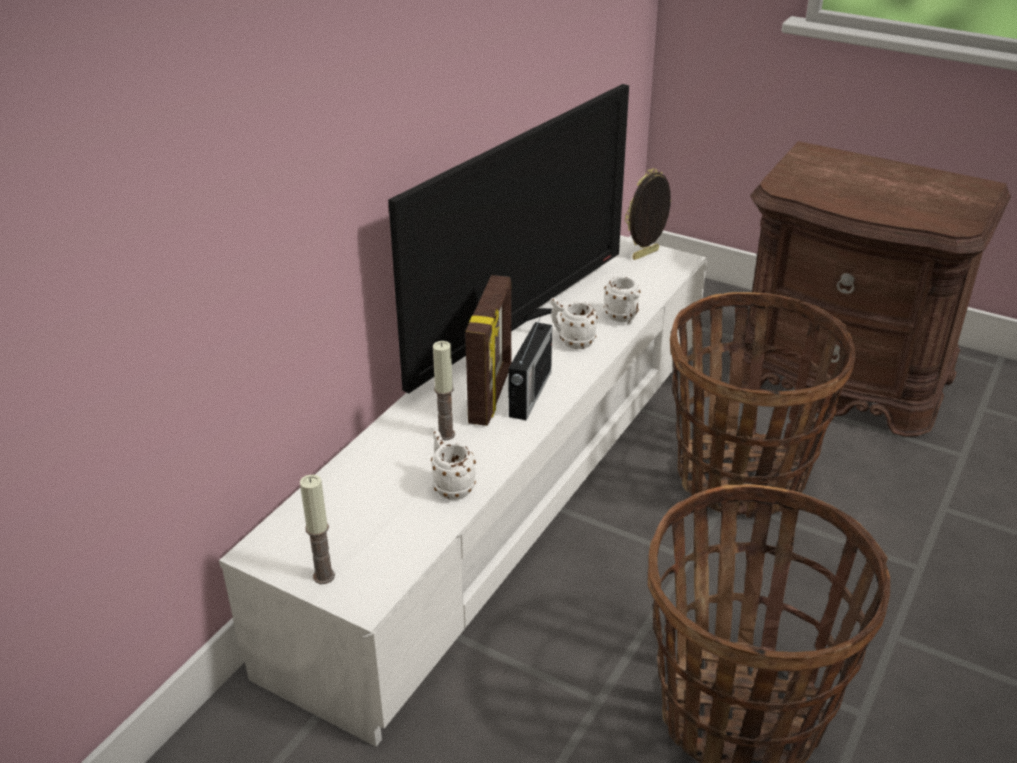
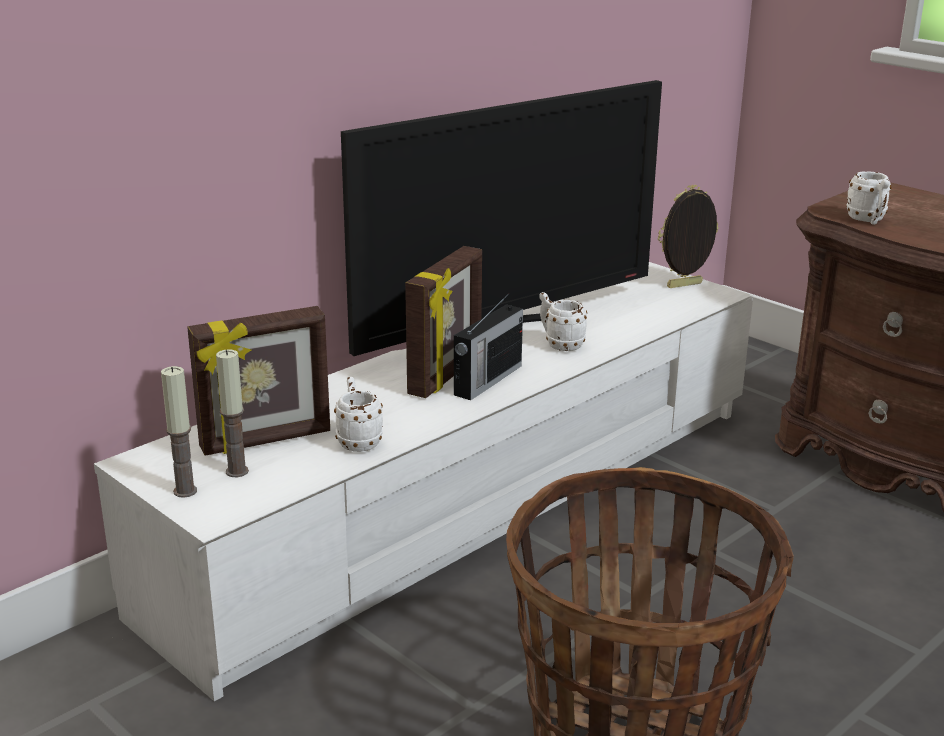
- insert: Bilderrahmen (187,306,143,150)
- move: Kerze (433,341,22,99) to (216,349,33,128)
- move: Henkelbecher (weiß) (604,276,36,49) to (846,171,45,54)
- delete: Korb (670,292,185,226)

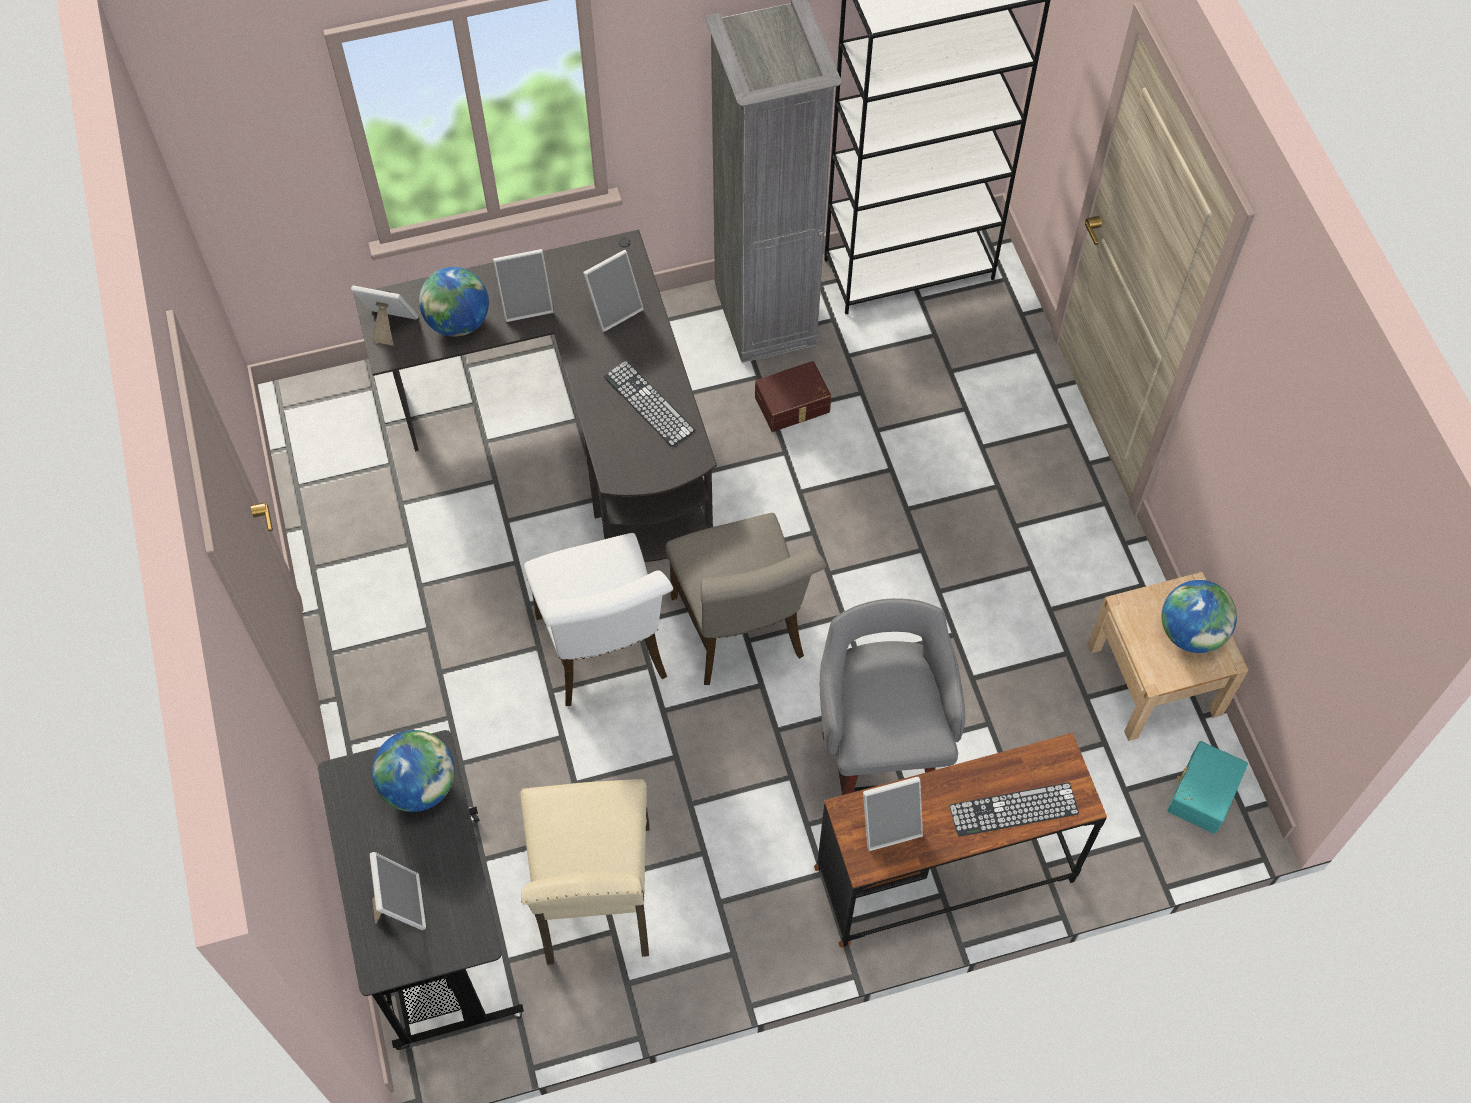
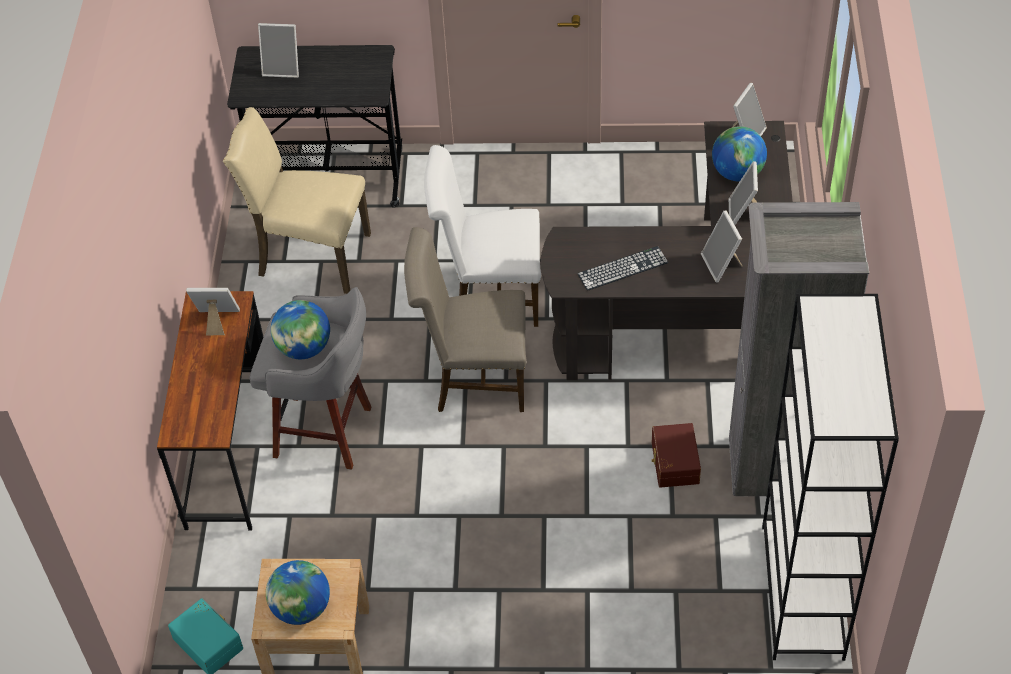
- rotate: Bilderrahmen (863,777,60,74) = (186,288,54,47) 90 degrees clockwise
- move: Globus (372,730,83,82) to (271,300,59,59)
- delete: Tastatur (949,782,130,55)

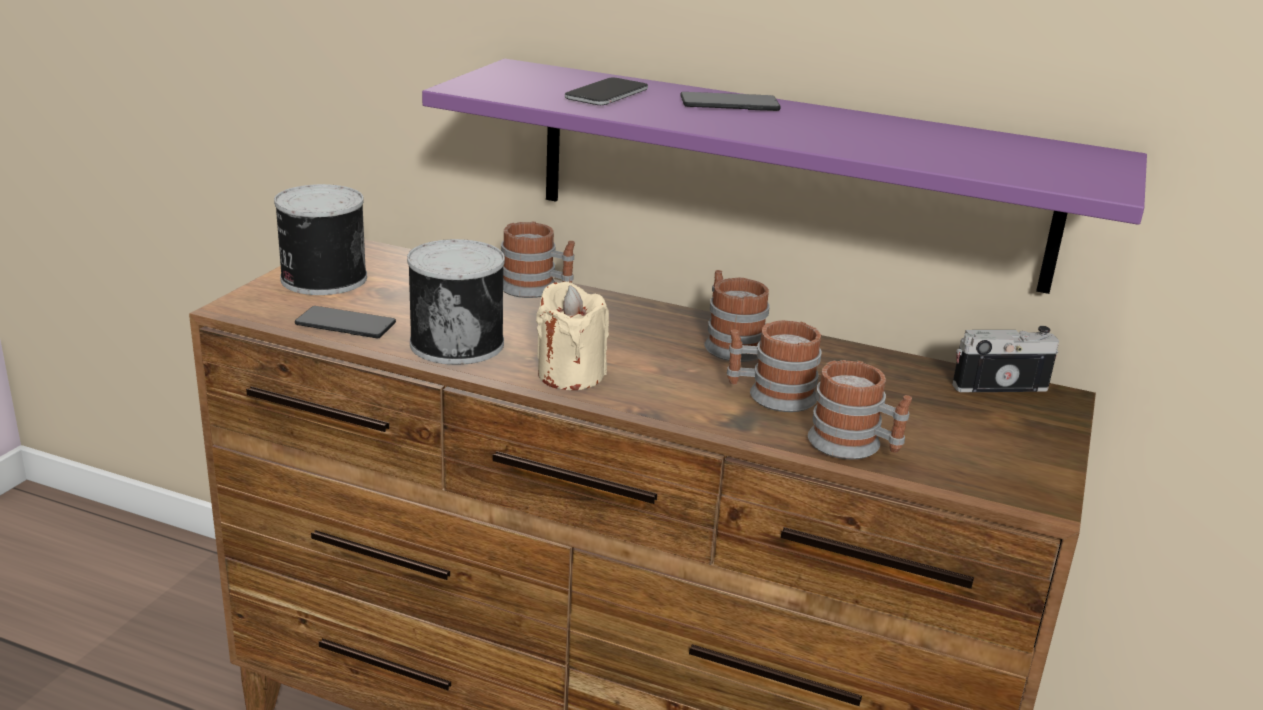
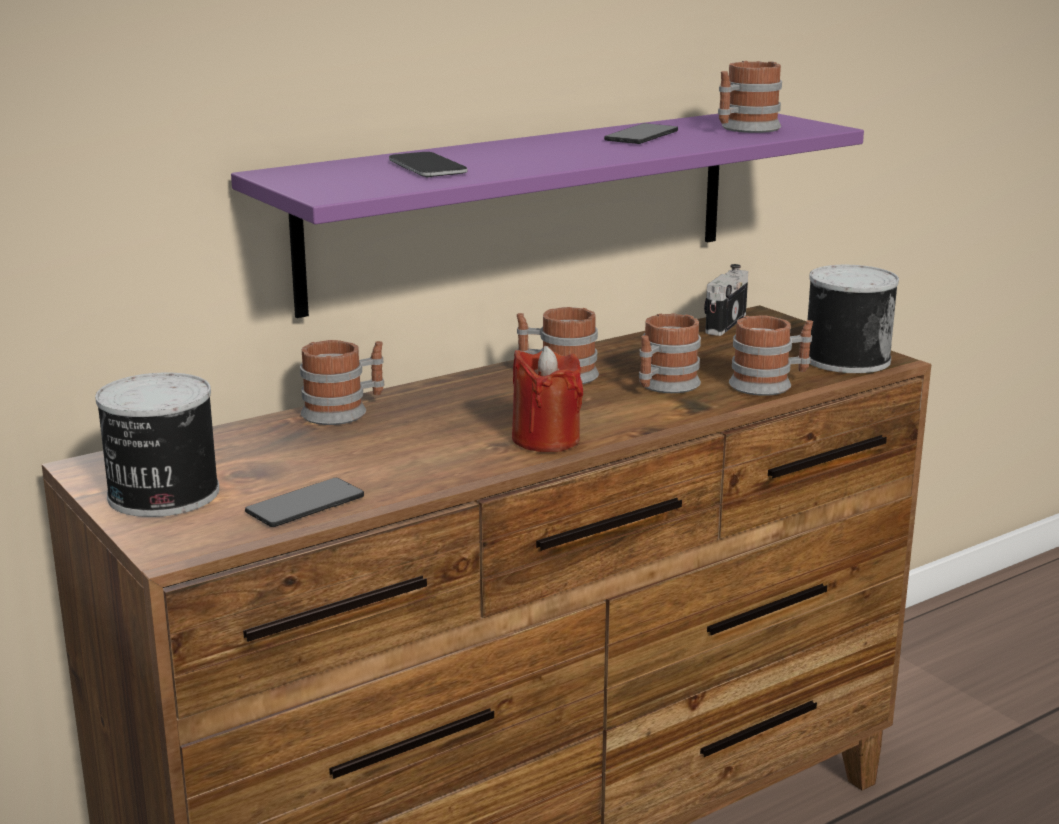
- recolor: Kerze (beige) (536,282,73,108) to Kerze (rot) (512,346,71,106)
- move: Handy (680,92,101,19) to (604,123,74,21)
- insert: Henkelbecher (718,61,64,72)
- move: Dose (407,239,98,126) to (808,265,91,108)

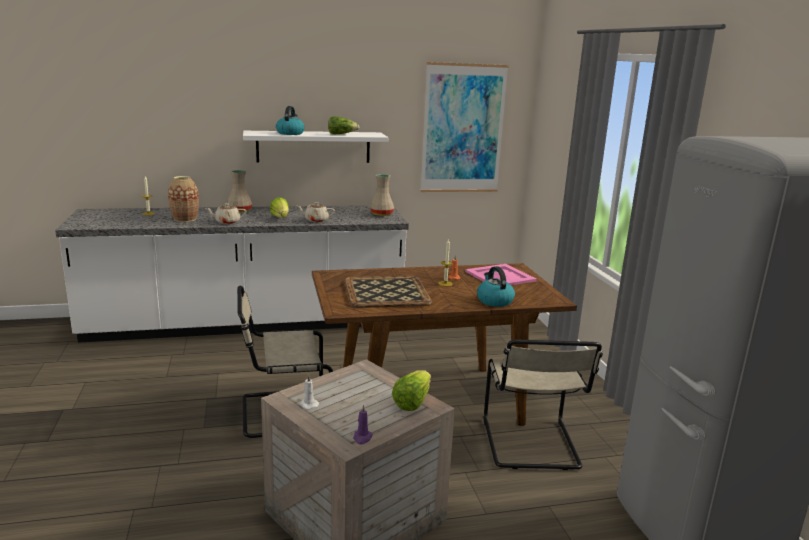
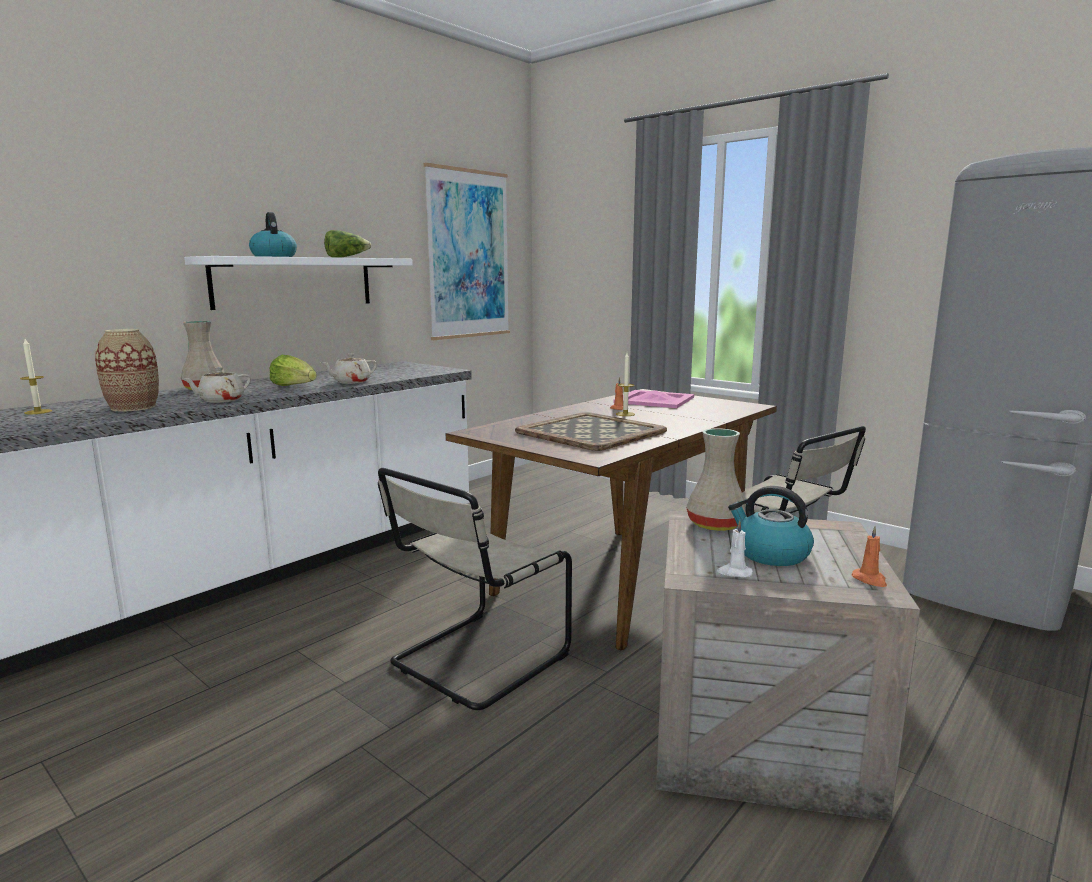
- move: Vase (beige) (370,174,24,42) to (686,428,60,103)
- move: Wasserkessel (477,266,38,41) to (728,486,86,80)
- recolor: Kerze (lila) (353,405,20,40) to Kerze (orange) (852,526,35,61)
- delete: Salatkopf (392,370,39,41)

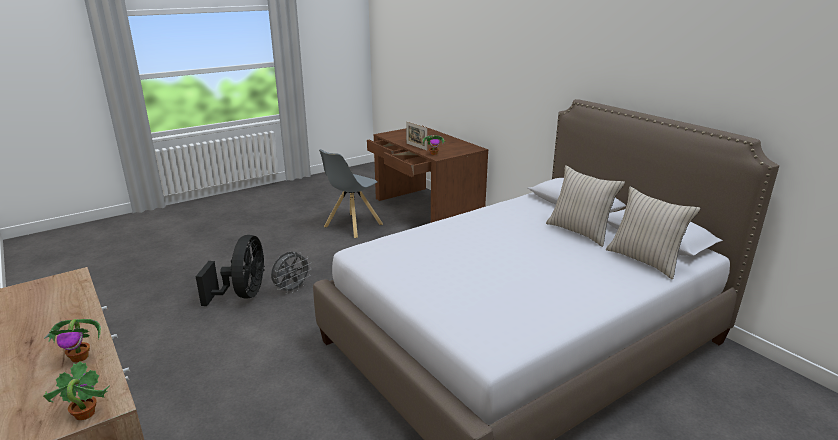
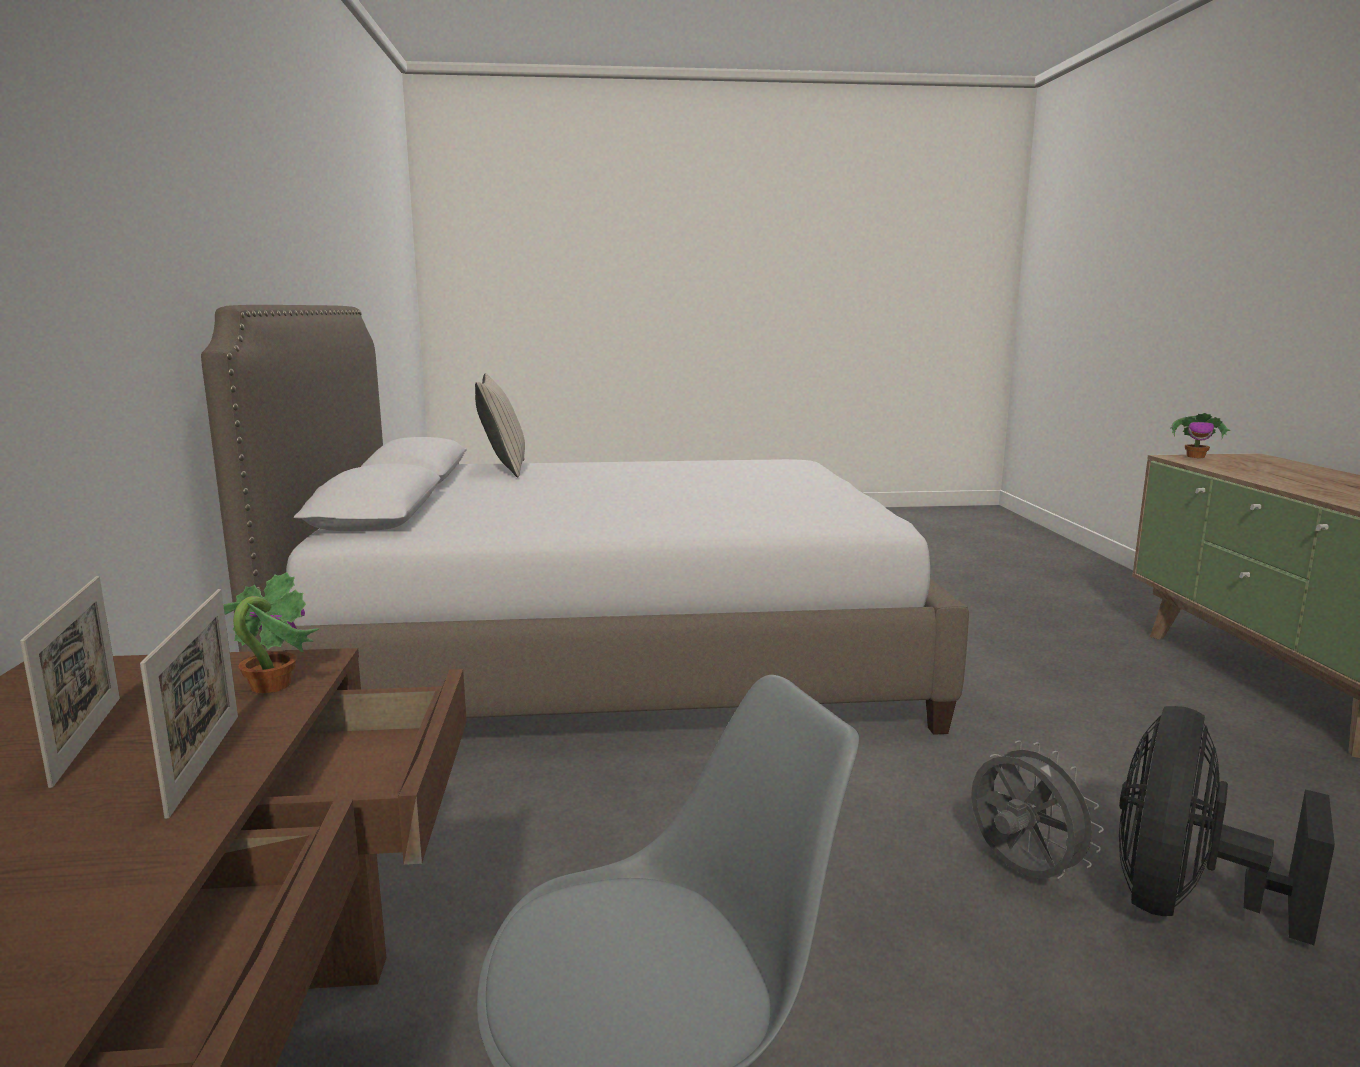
- insert: Bilderrahmen (20,576,100,212)
- rotate: Ventilator (grau) (271,252,41,42) = (971,740,133,139) 75 degrees clockwise
- delete: Topfpflanze (44,319,57,43)
- delete: Kissen (beige) (546,165,79,82)

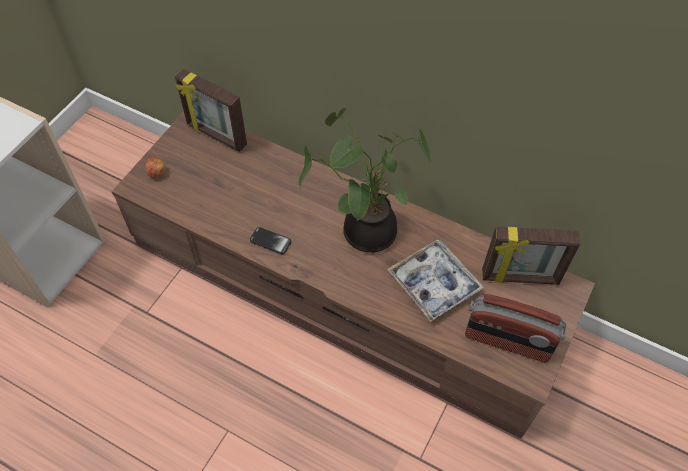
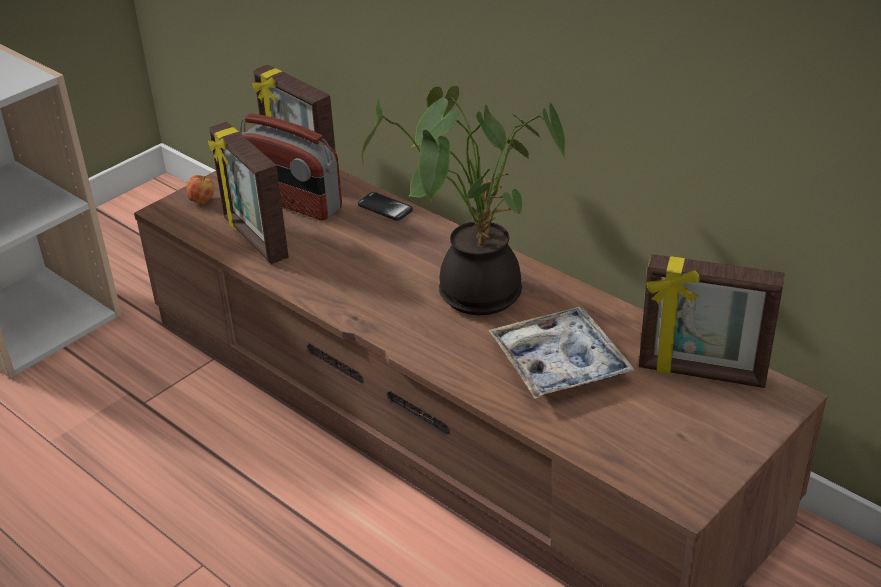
- insert: Bilderrahmen (208,122,81,142)
- move: Radio (465,294,102,69) to (240,113,102,107)
- move: Handy (250,227,41,27) to (358,192,55,29)

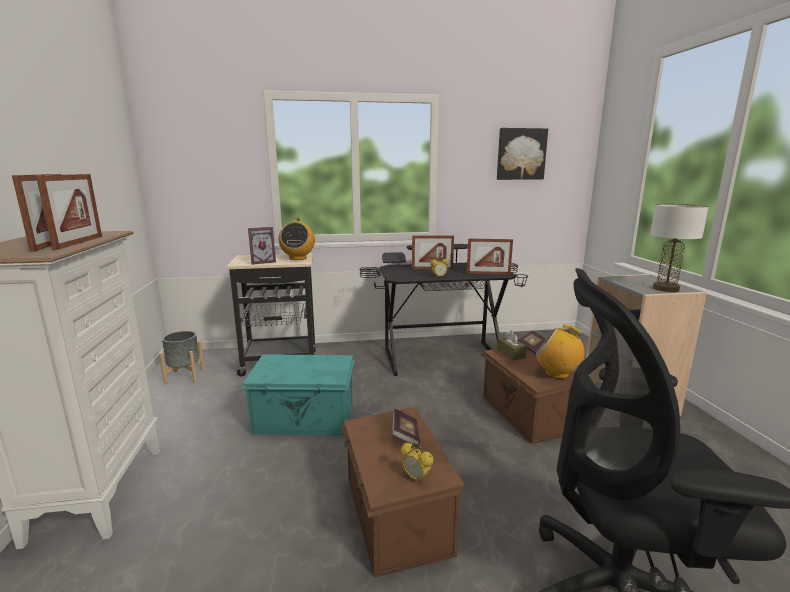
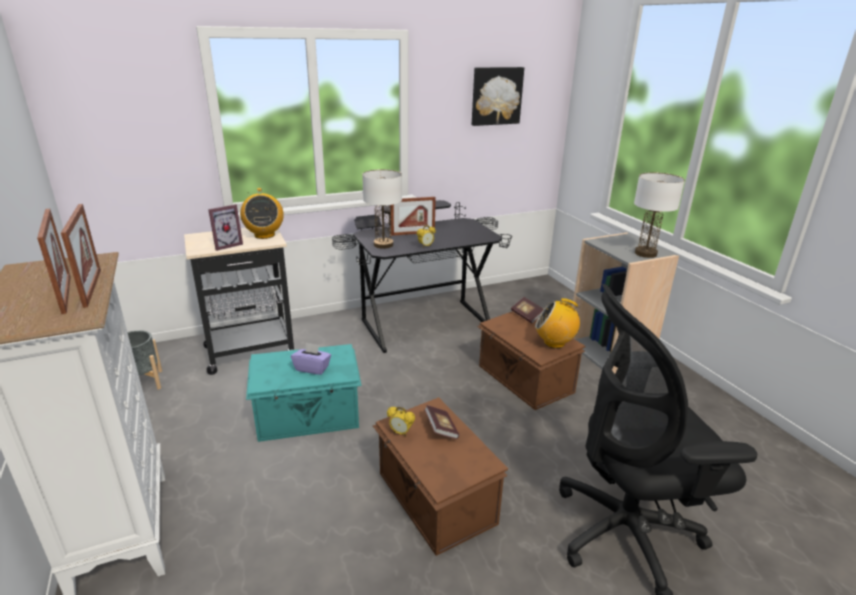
- insert: Taschentuchbox (lila) (291,343,40,32)
- insert: Tischlampe (362,169,40,80)
- move: Wecker (400,443,34,40) to (387,407,28,29)
- delete: Bilderrahmen (467,238,46,37)
- delete: Taschentuchbox (braun) (497,331,30,29)

